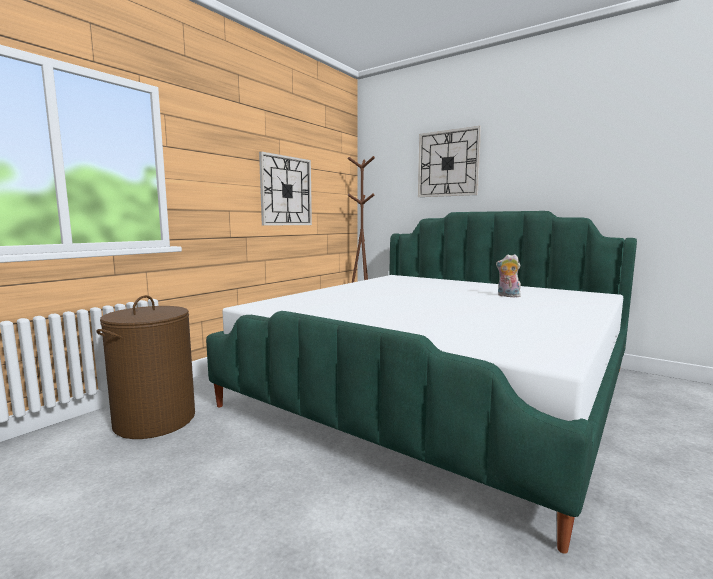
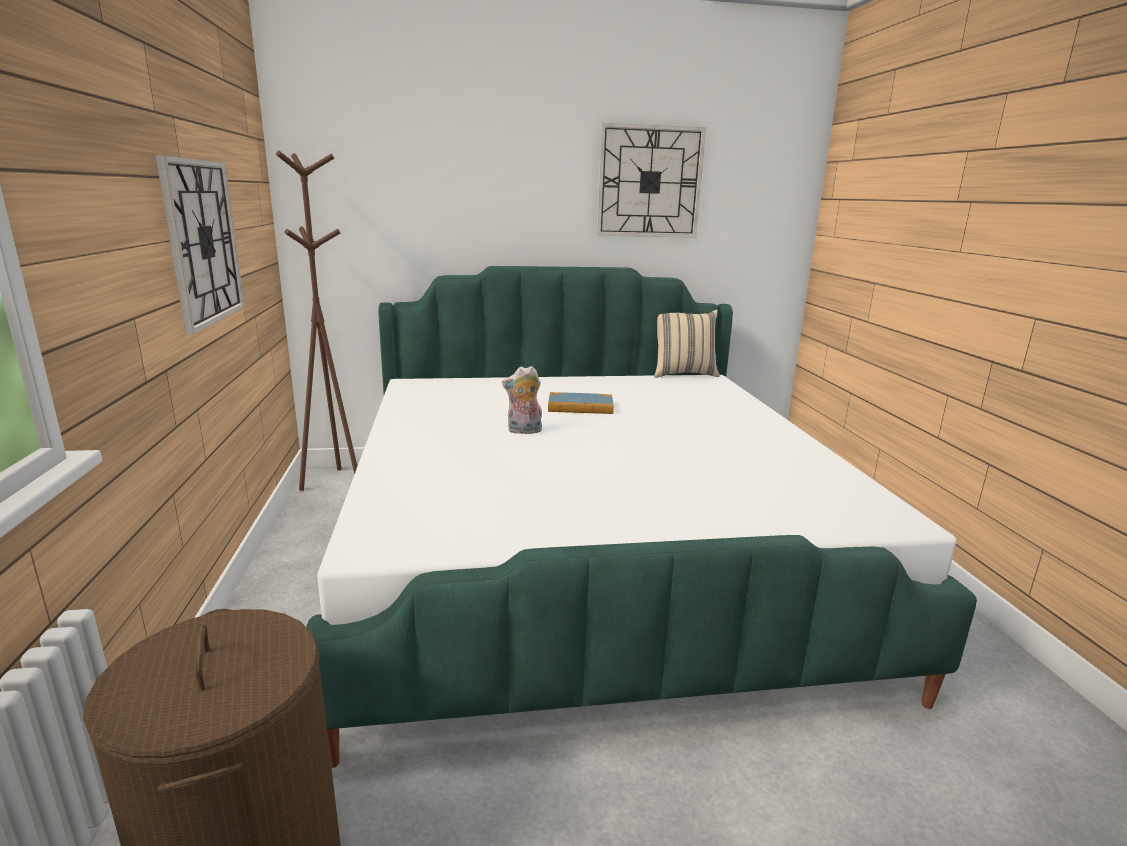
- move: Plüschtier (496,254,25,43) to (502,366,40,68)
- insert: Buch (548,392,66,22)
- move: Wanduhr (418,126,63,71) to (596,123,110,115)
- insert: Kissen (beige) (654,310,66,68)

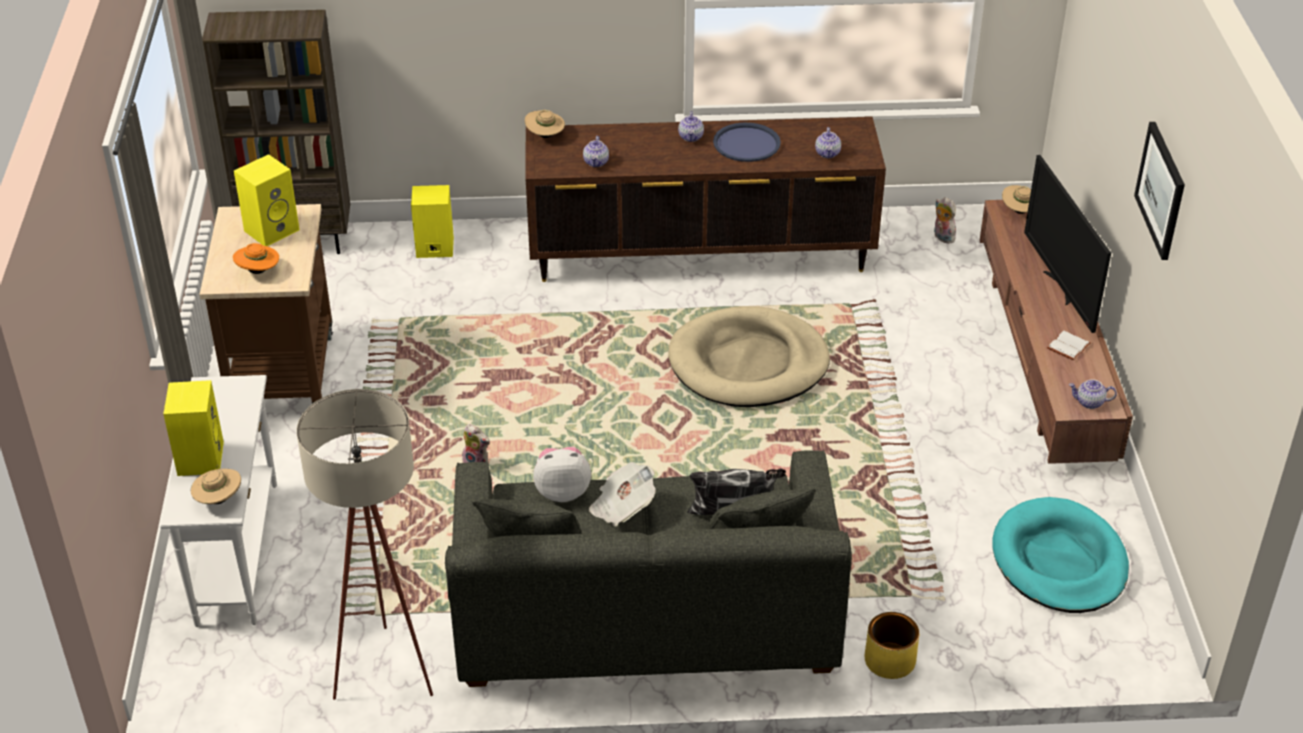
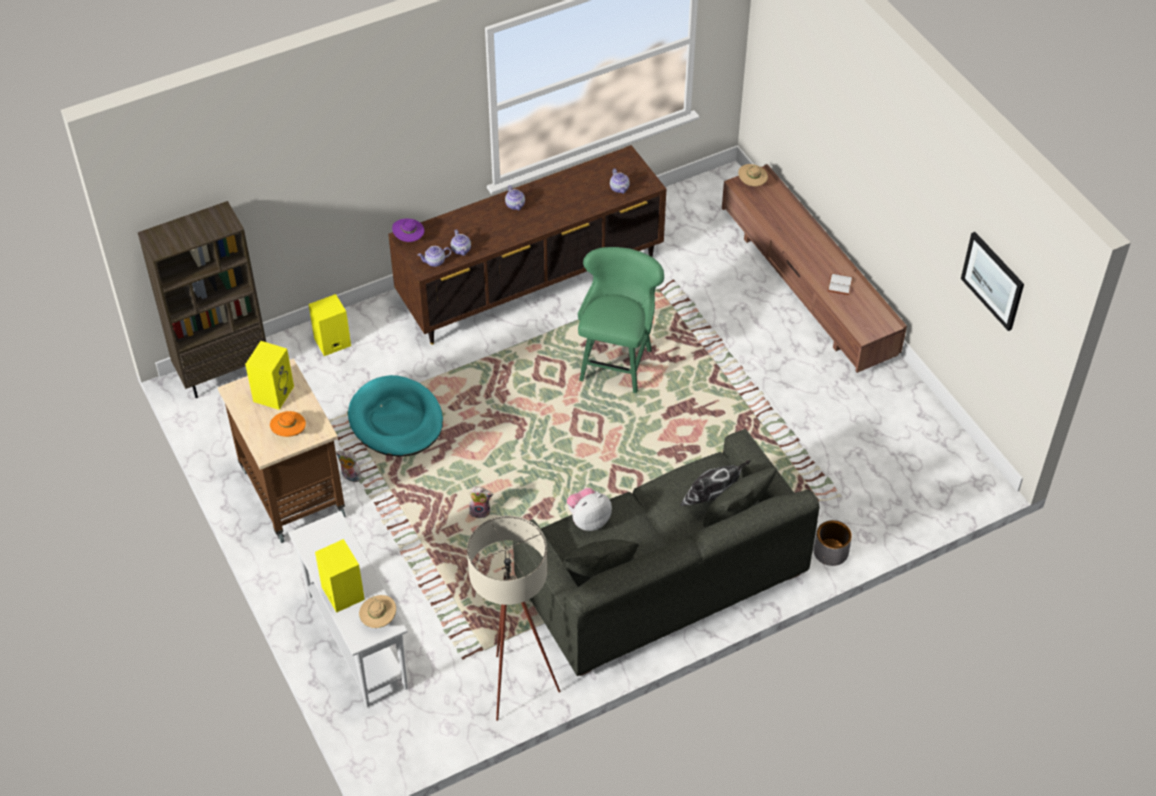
- move: Plüschtier (934,197,22,47) to (336,450,26,32)
- move: Hundebett (türkis) (993,497,136,116) to (348,375,95,81)
- recolor: Hut (beige) (525,110,40,28) to Hut (lila) (392,219,32,23)
- move: Teekanne (1069,379,48,30) to (418,246,33,21)
- replace: Hundebett (beige) (668,306,162,101) to Hocker (grün) (578,247,86,146)
- recolor: Pflanzkübel (gelb) (865,612,54,67) to Pflanzkübel (grau) (813,520,39,46)
- move: Bild (1134,122,51,138) to (961,232,63,99)
- delete: Zeitung (589,462,67,65)
- delete: Tablett (blau) (713,123,68,39)
- delete: Fernseher (1024,155,87,178)

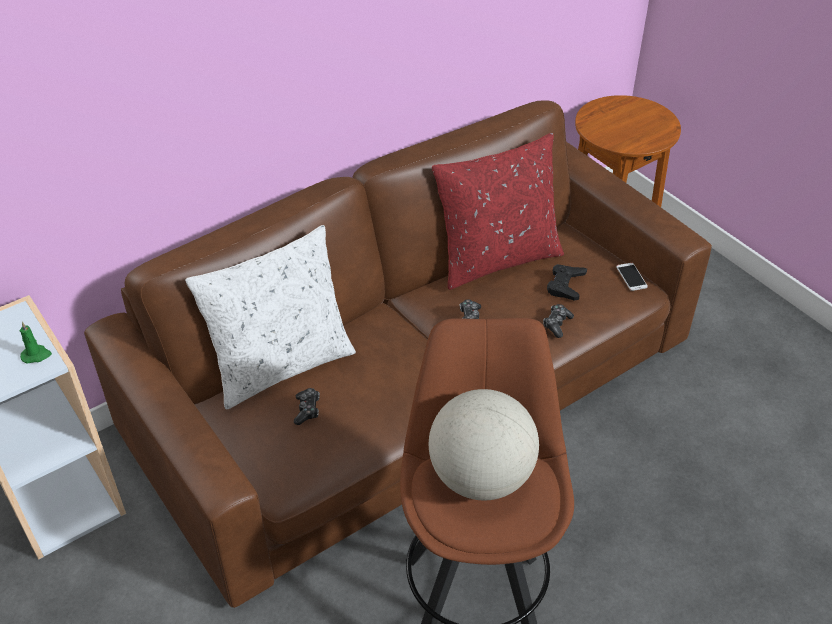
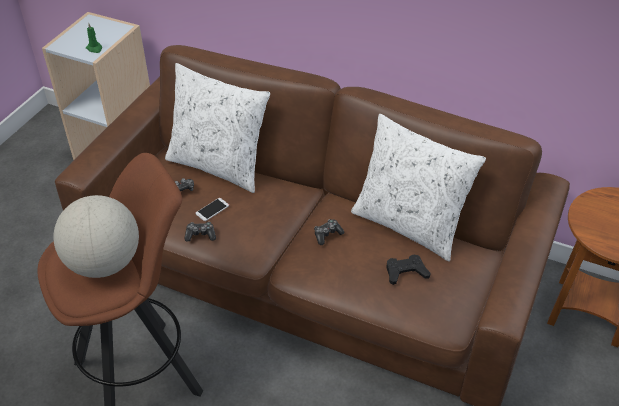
- move: Gamepad (543,304,31,34) to (184,222,32,19)
- move: Handy (616,263,32,28) to (195,198,34,23)
- recolor: Kissen (rot) (432,133,132,157) to Kissen (weiß) (351,114,135,147)

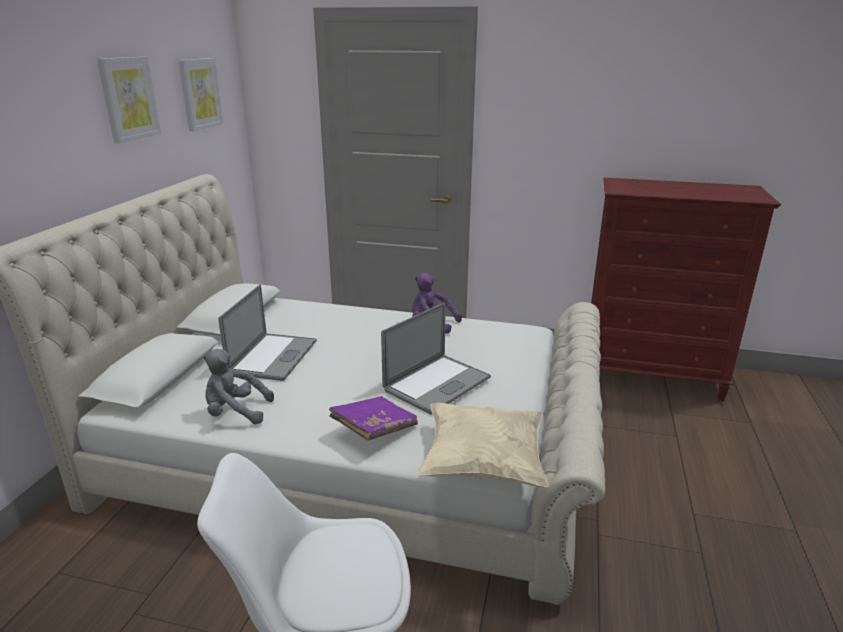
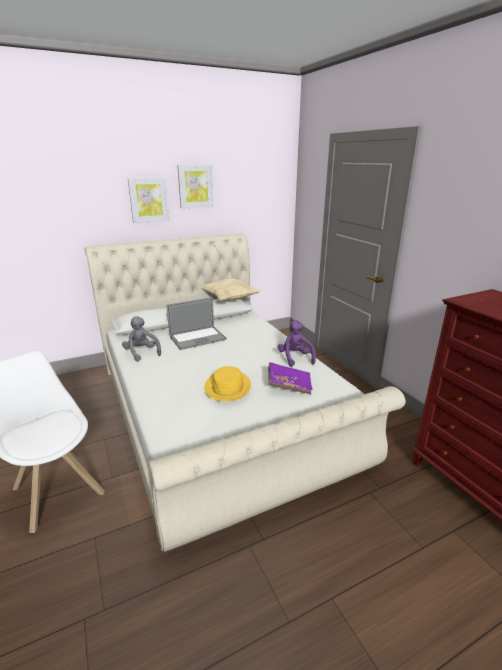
- move: Bild (178,58,45,73) to (128,177,41,46)
- move: Kissen (beige) (417,402,132,86) to (201,278,60,23)
- replace: Laptop (381,302,110,113) to Hut (gelb) (204,366,47,35)
- move: Buch (lila) (329,396,89,45) to (268,362,45,32)

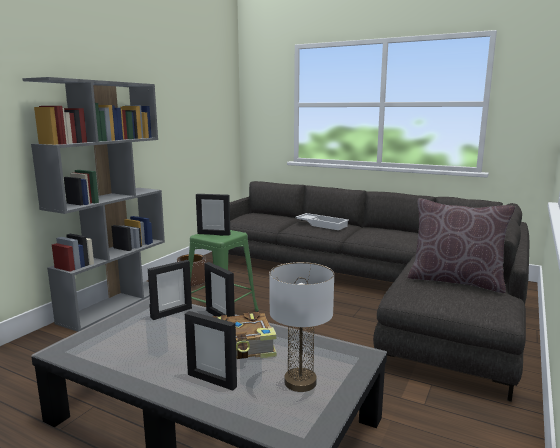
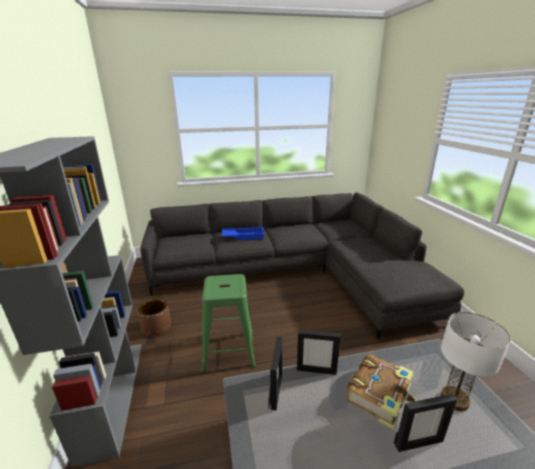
- recolor: Tablett (weiß) (296,213,53,17) to Tablett (blau) (222,227,42,13)
- delete: Bilderrahmen (196,194,34,42)
- delete: Kissen (braun) (407,199,108,94)

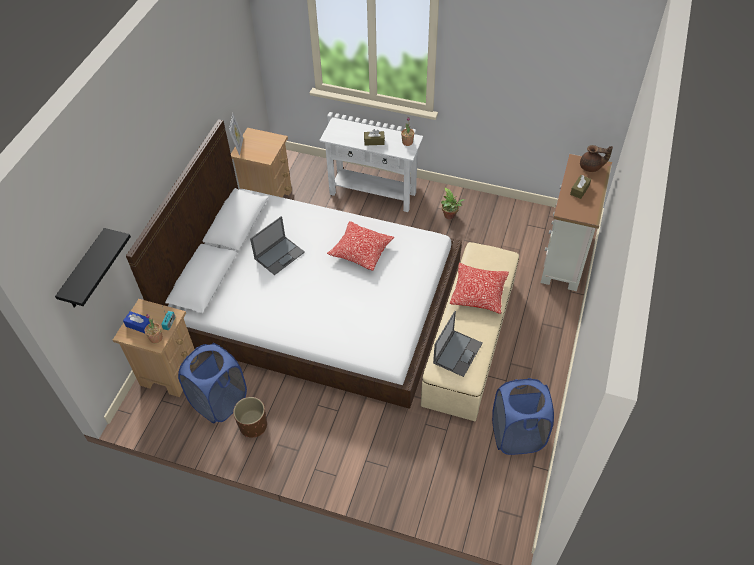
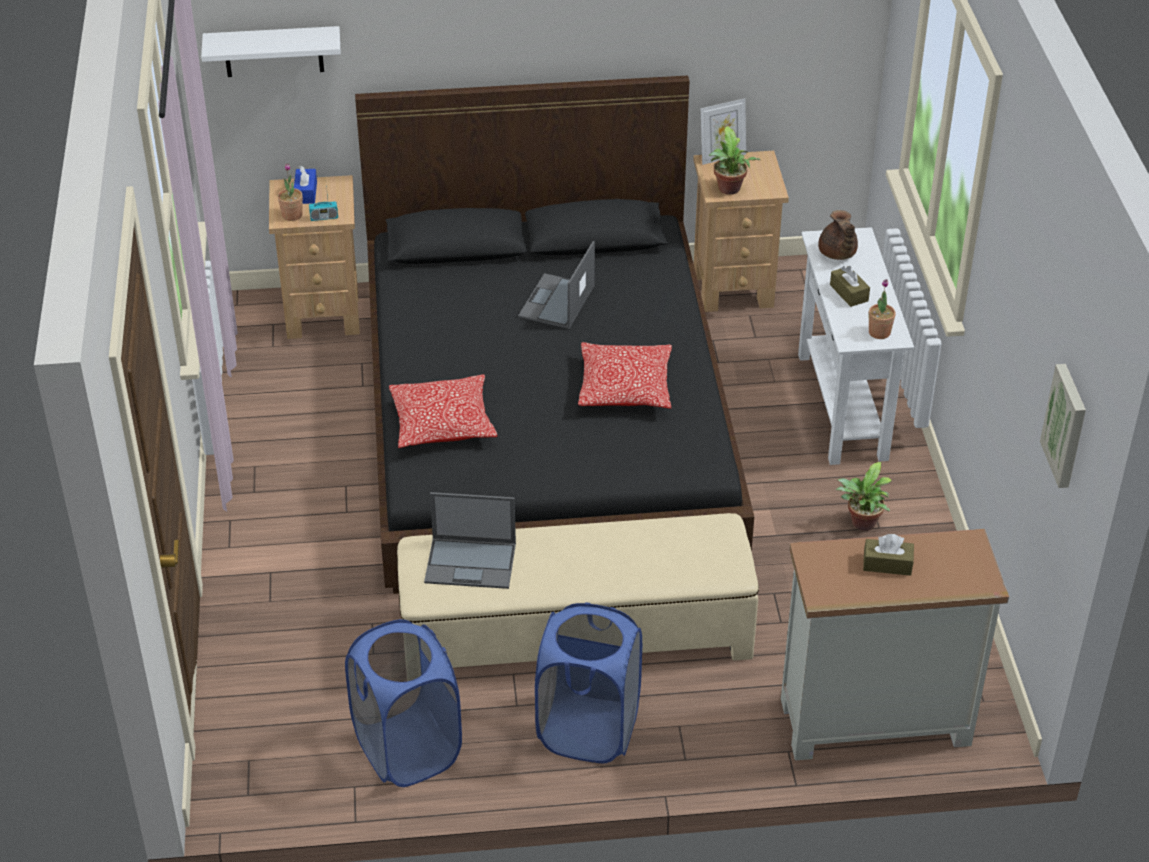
- recolor: Wandregal (schwarz) (55,228,76,80) to Wandregal (weiß) (201,26,140,51)
- recolor: Bett (weiß) (126,119,336,290) to Bett (schwarz) (355,75,399,519)
- move: Kissen (450,263,59,51) to (389,374,108,74)
- rotate: Laptop (250,216,55,59) = (518,241,77,88) 90 degrees clockwise
- move: Wäschekorb (blau) (178,343,69,80) to (535,603,107,160)
- insert: Topfpflanze (709,126,52,69)
- move: Teekanne (braun) (580,145,33,27) to (818,210,40,50)
- insert: Bild (1040,364,46,124)
- delete: Pflanzkübel (braun) (233,397,34,41)

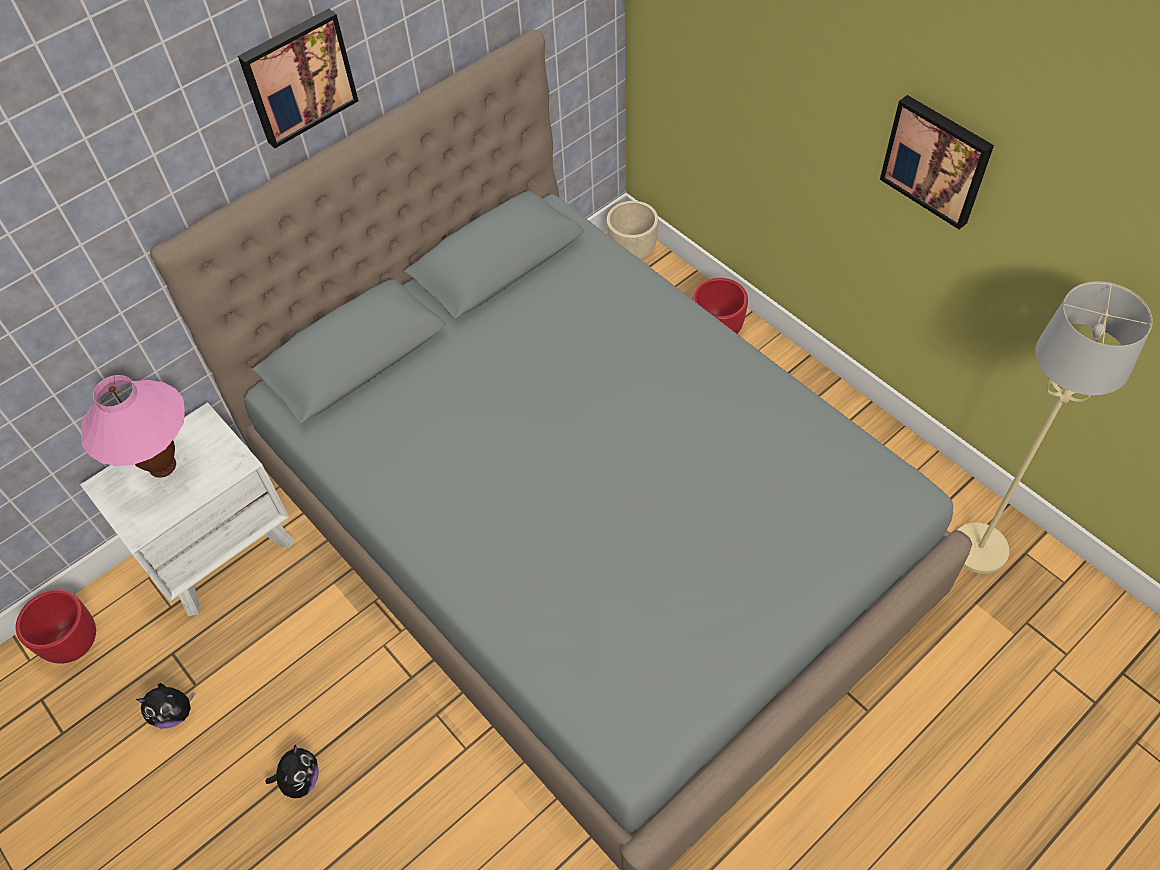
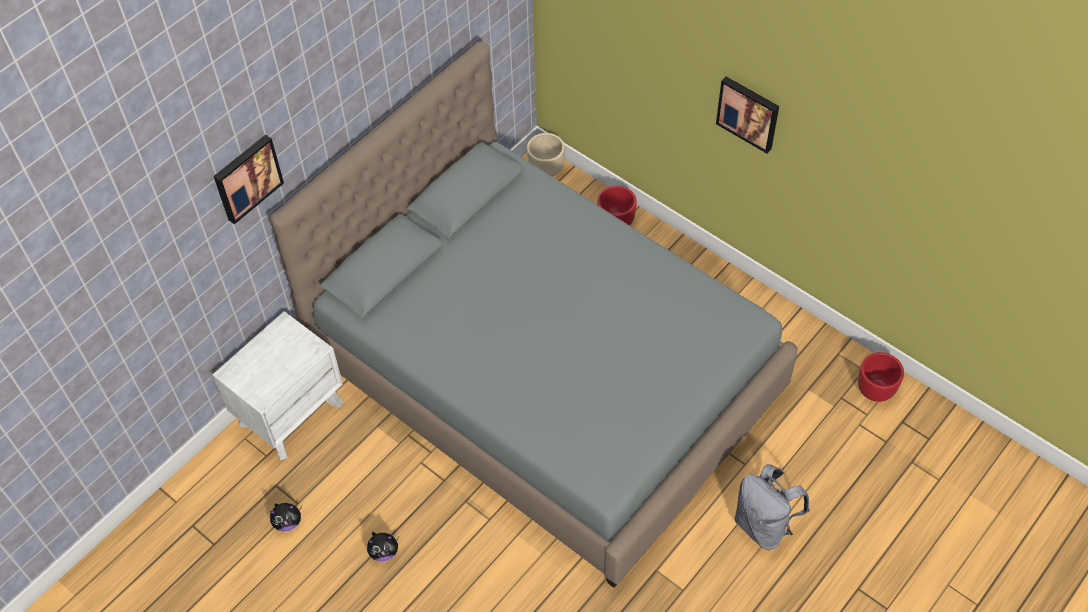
- move: Bild (238,9,120,139) to (214,135,70,89)
- rotate: Plüschtier (265,744,54,54) = (367,532,32,29) 75 degrees clockwise
- insert: Rucksack (grau) (734,464,76,86)
- move: Pflanzkübel (rot) (16,589,80,75) to (858,352,46,50)
- delete: Tischlampe (rosa) (81,375,104,102)
- delete: Stehlampe (beige) (958,281,195,293)

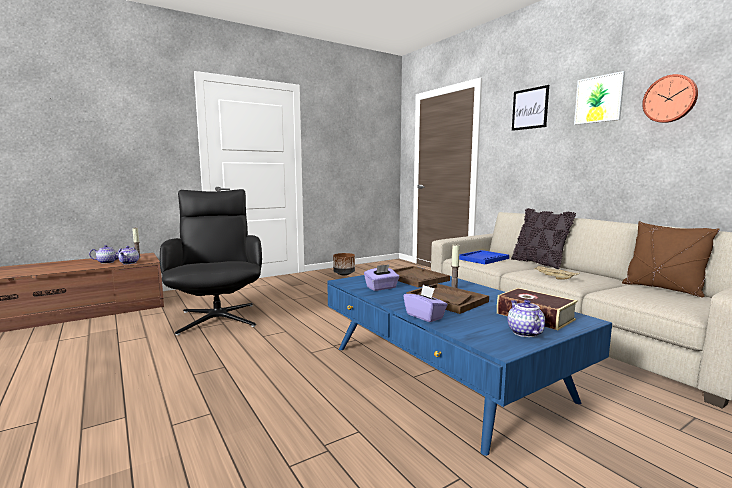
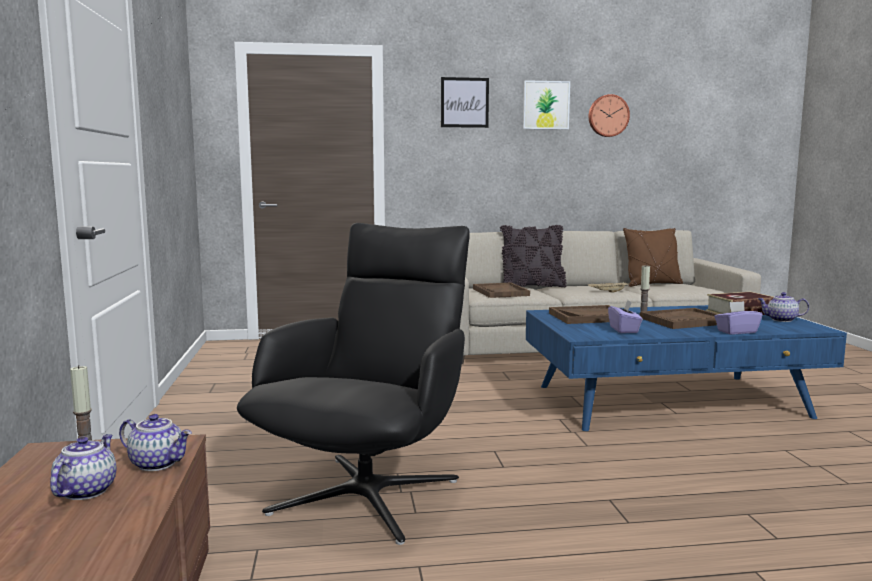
- rotate: Sessel (schwarz) (160,189,102,146) = (237,223,233,322) 105 degrees clockwise
- recolor: Tablett (blau) (459,250,50,14) to Tablett (braun) (473,282,57,16)
- delete: Pflanzkübel (braun) (333,253,22,22)

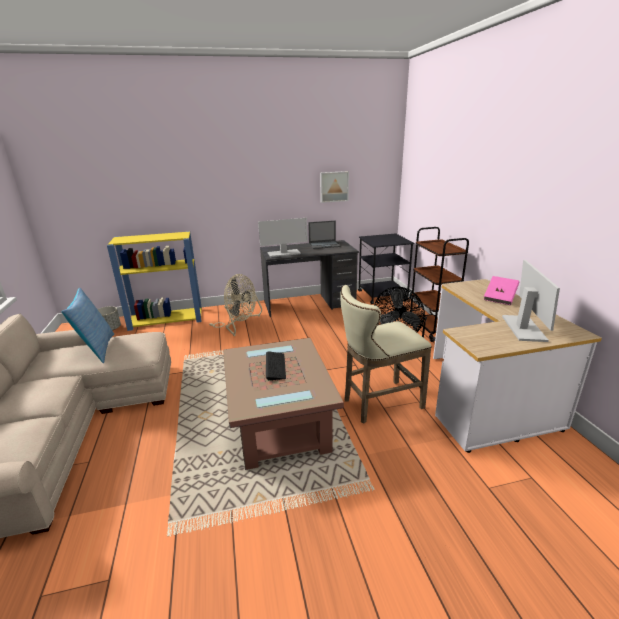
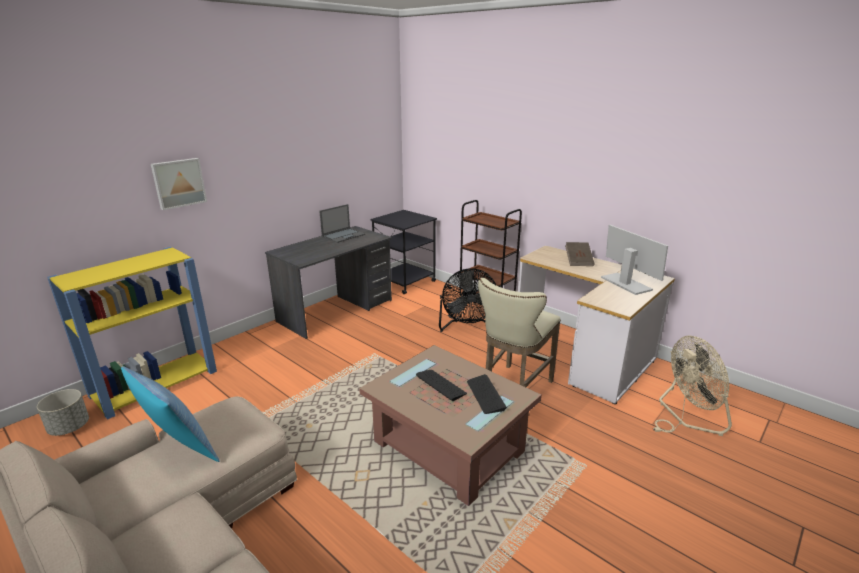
- move: Bild (320,171,29,32) to (151,158,56,52)
- insert: Tastatur (467,374,40,40)
- recolor: Buch (rosa) (484,276,35,29) to Buch (braun) (565,242,30,24)
- move: Ventilator (beige) (209,274,53,62) to (654,335,78,101)
- delete: Monitor (258,218,50,39)

